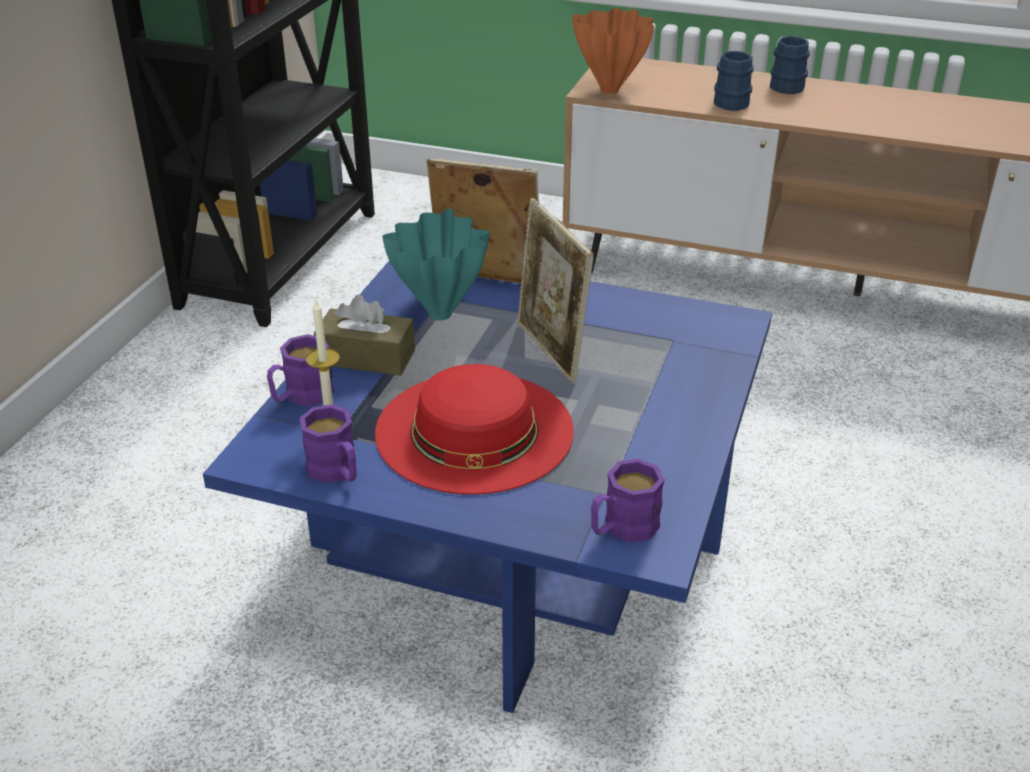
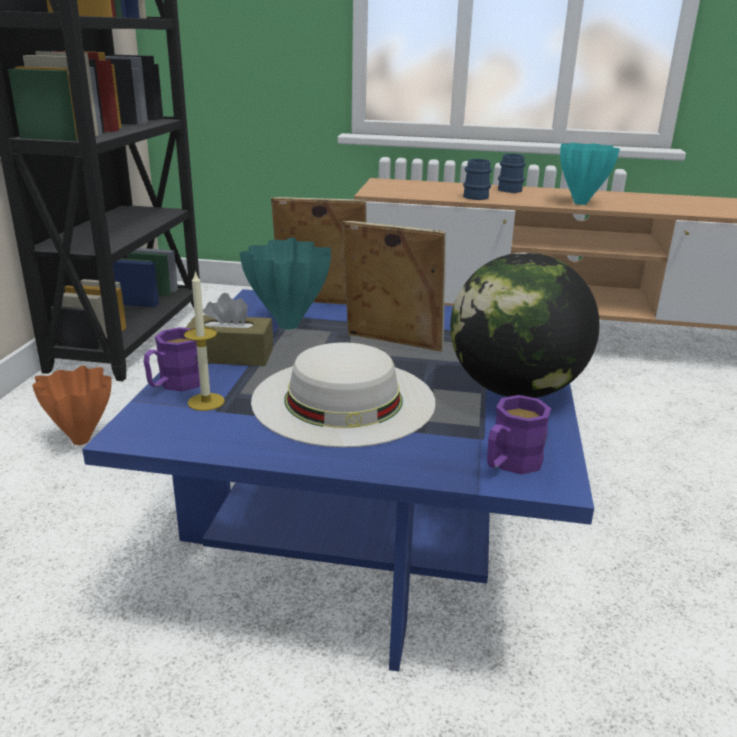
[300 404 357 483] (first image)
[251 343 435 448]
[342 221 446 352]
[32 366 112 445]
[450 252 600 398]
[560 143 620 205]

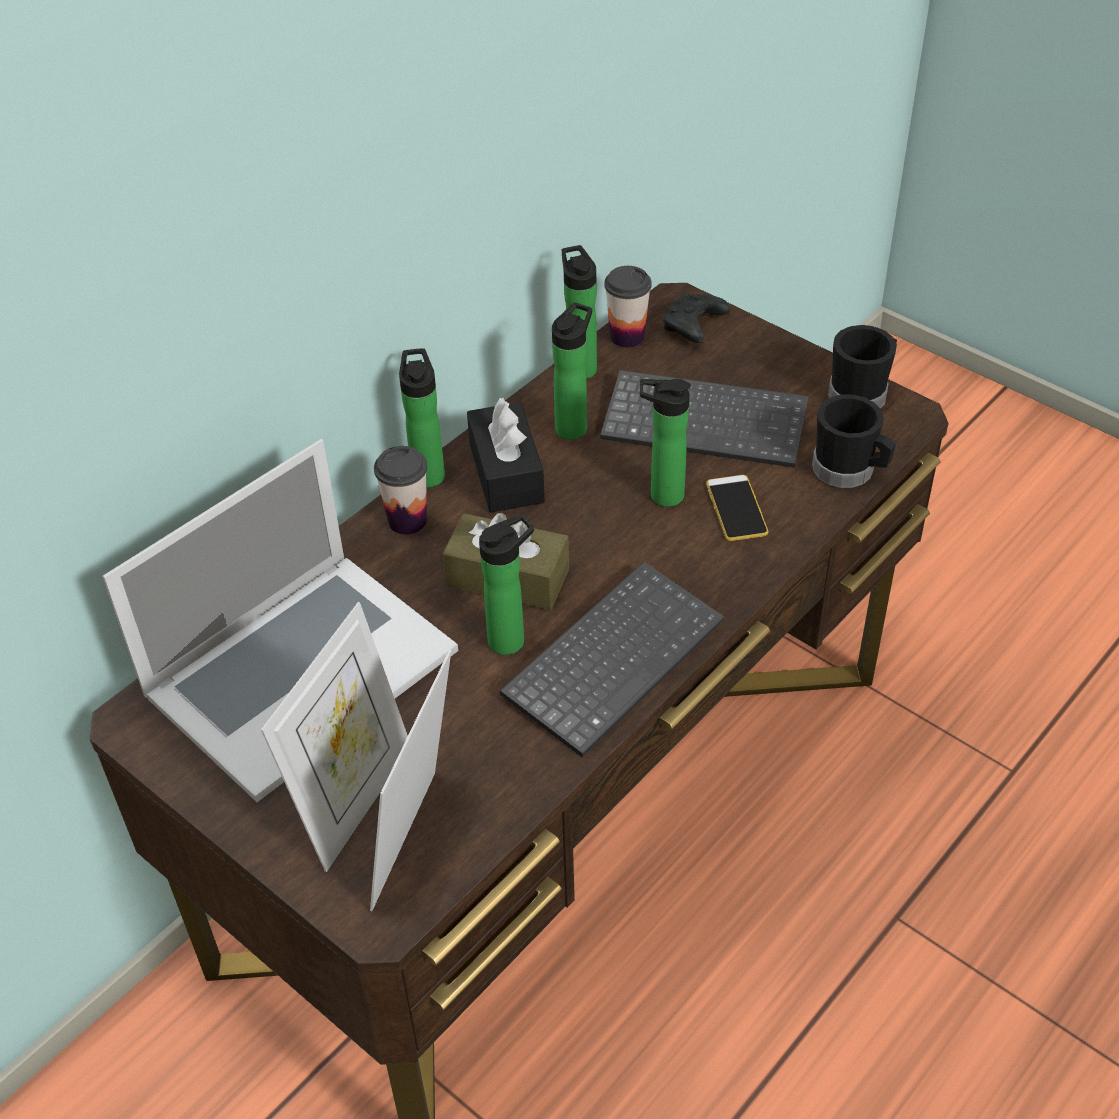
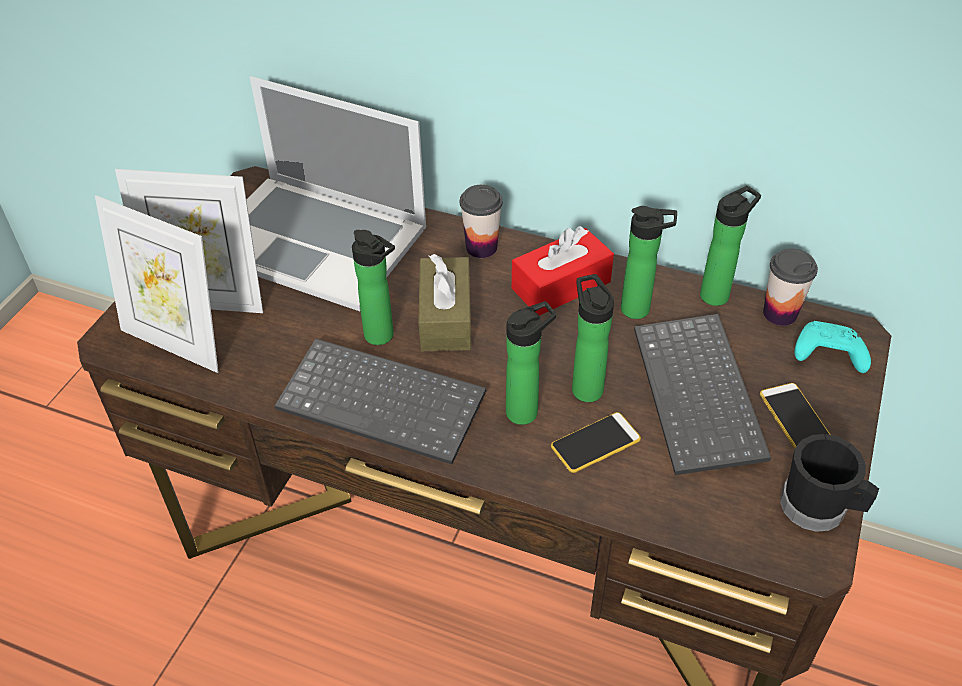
[95 195 218 373]
[506 301 556 425]
[512 226 614 316]
[795 321 871 373]
[812 394 896 488] (first image)
[760 383 830 449]

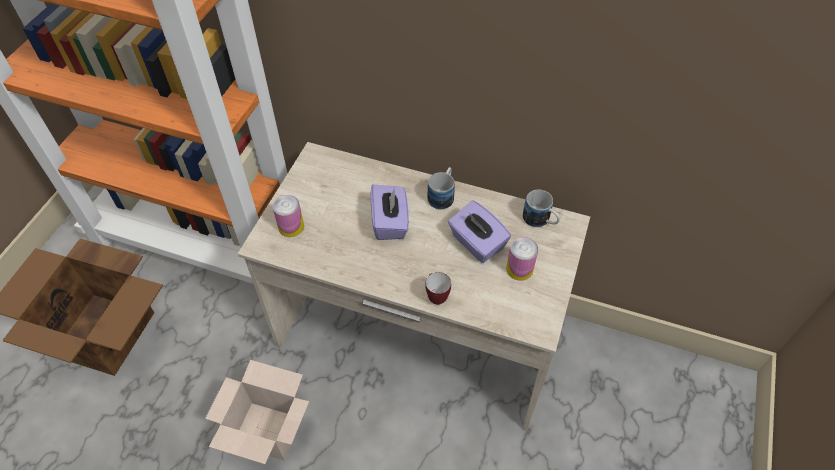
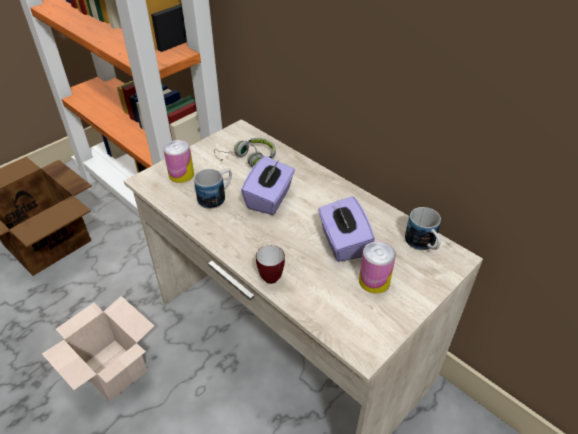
[194 169 232 209]
[214 138 276 167]

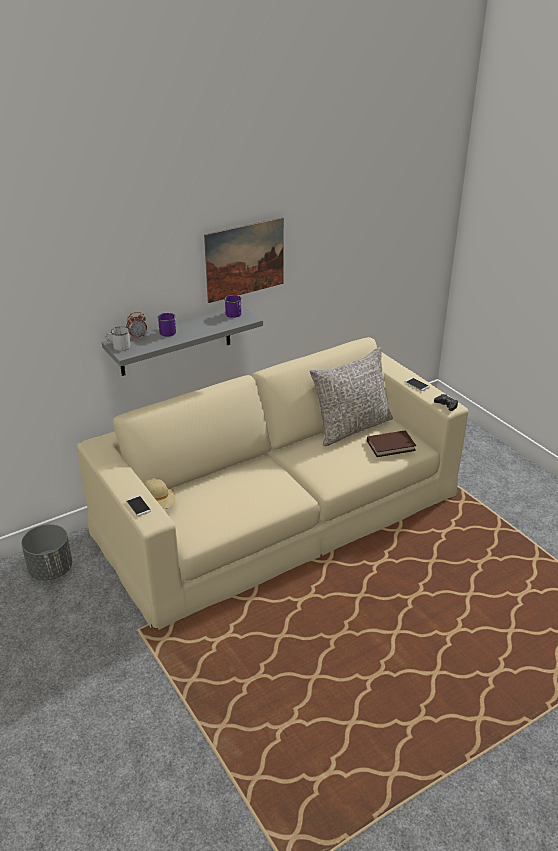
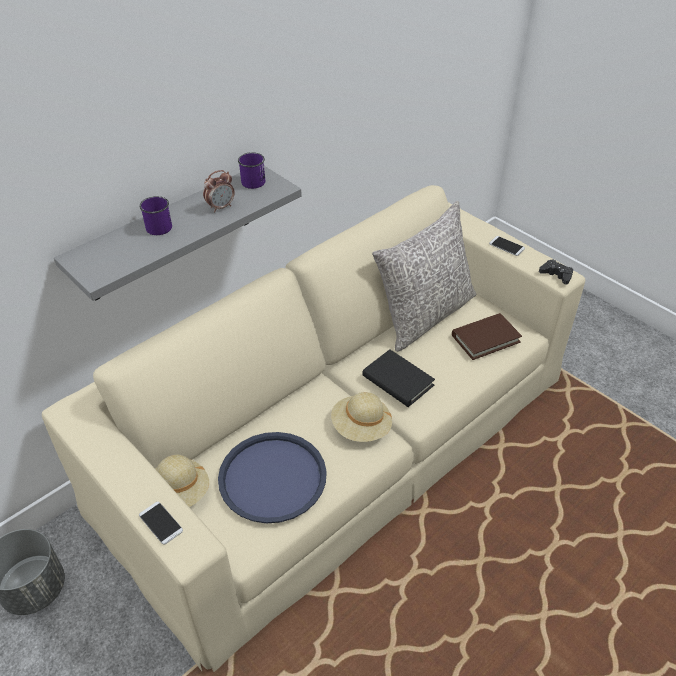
[106 326 131 351] (first image)
[203 170 235 212]
[204 217 284 303] (first image)
[218 432 327 523]
[331 392 392 442]
[362 349 435 407]

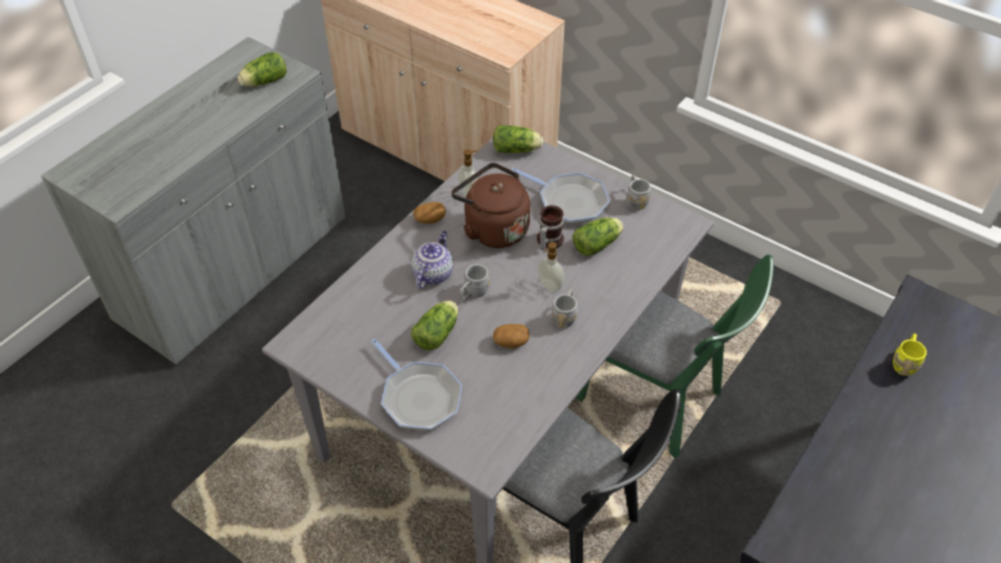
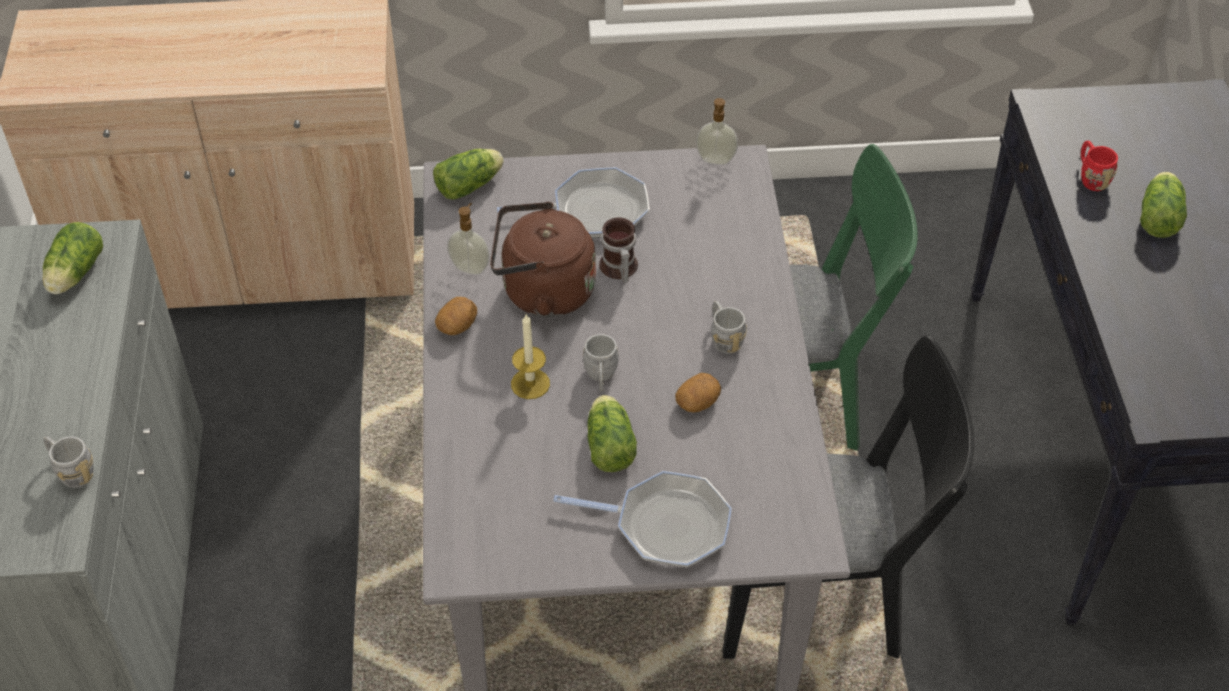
[511 314 550 399]
[696 98 738 165]
[1140 172 1187 238]
[43 436 94 488]
[1081 141 1118 191]

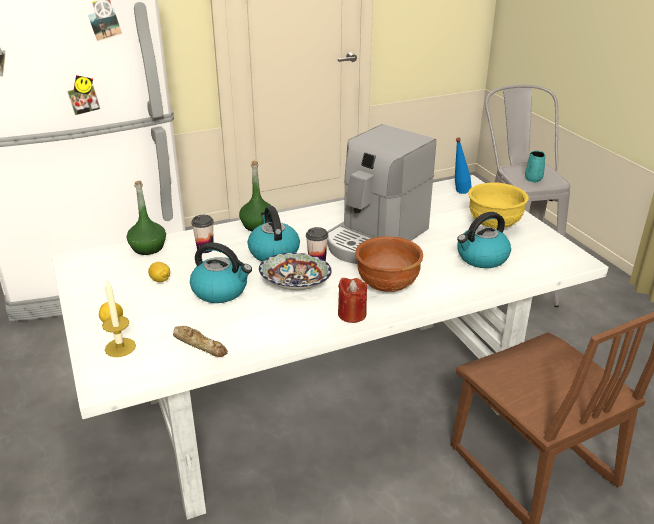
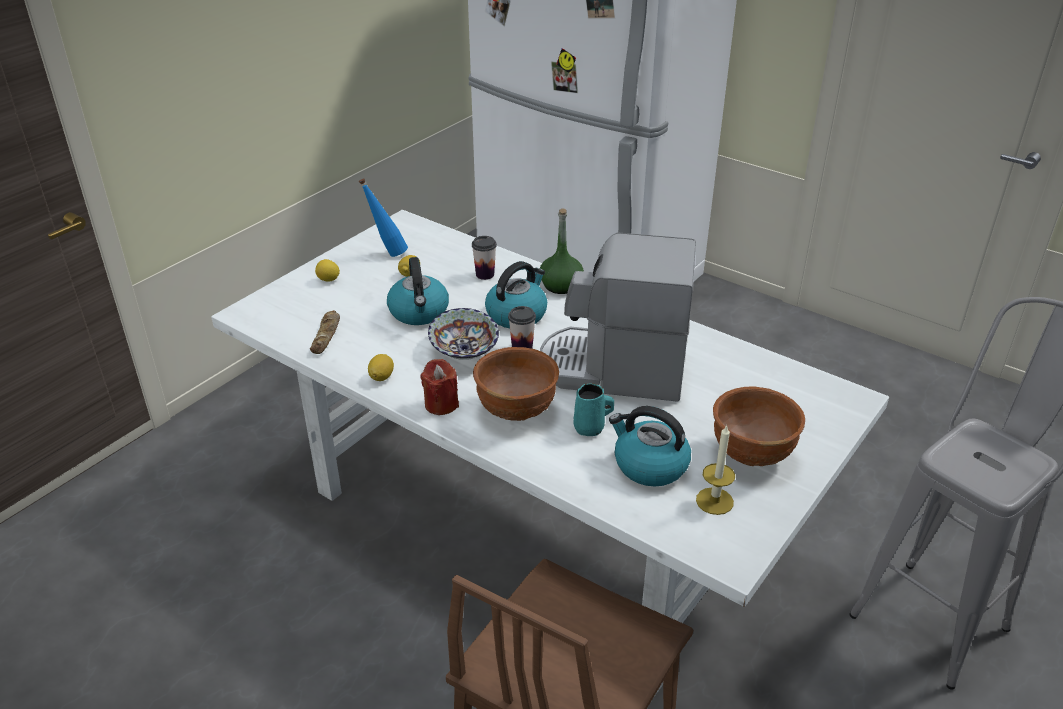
[696 424 735 515]
[127 181 166 255] (first image)
[359 178 408 257]
[713 387 805 466]
[574 383 614 436]
[368 354 394 381]

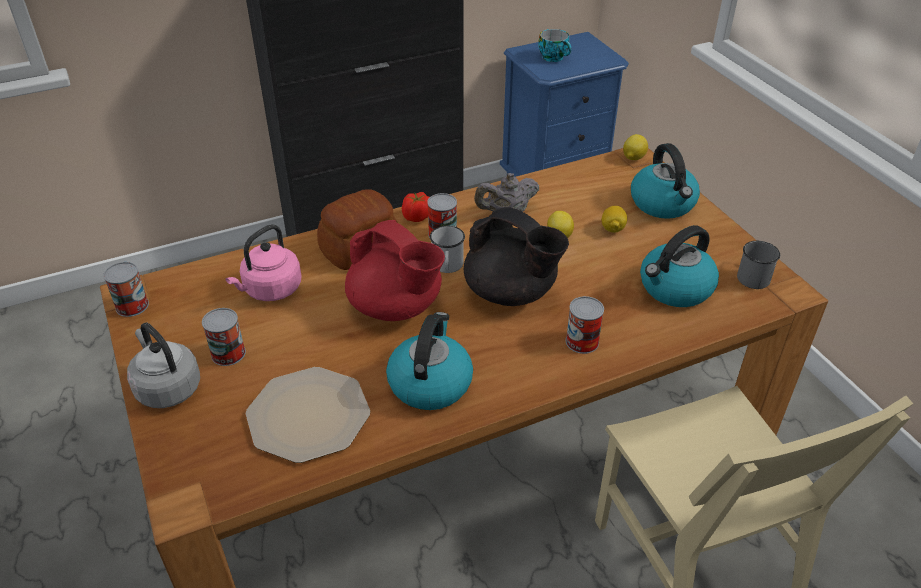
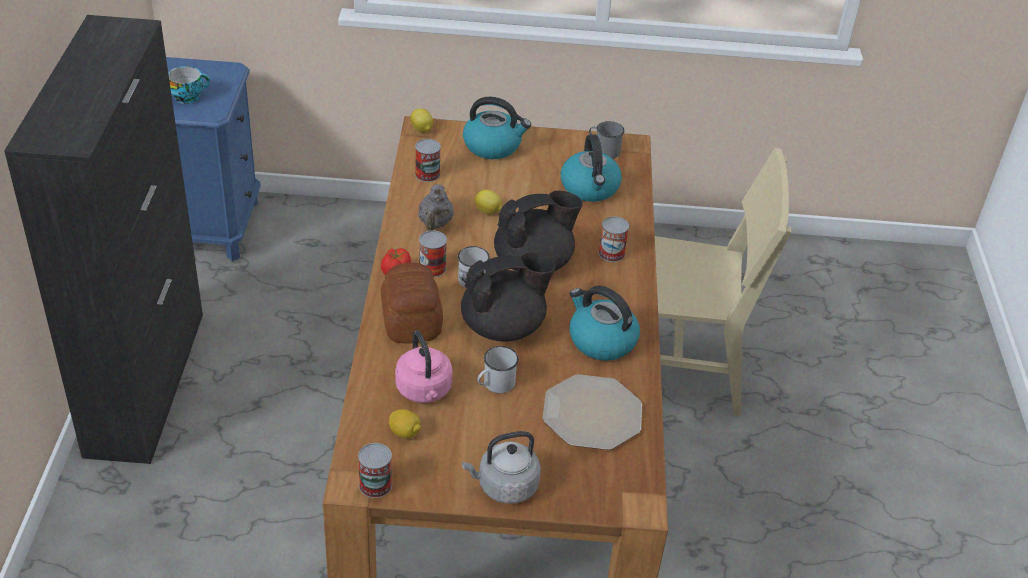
[415 139 441 182]
[461 252 556 342]
[389 409 421 439]
[477 346 519 393]

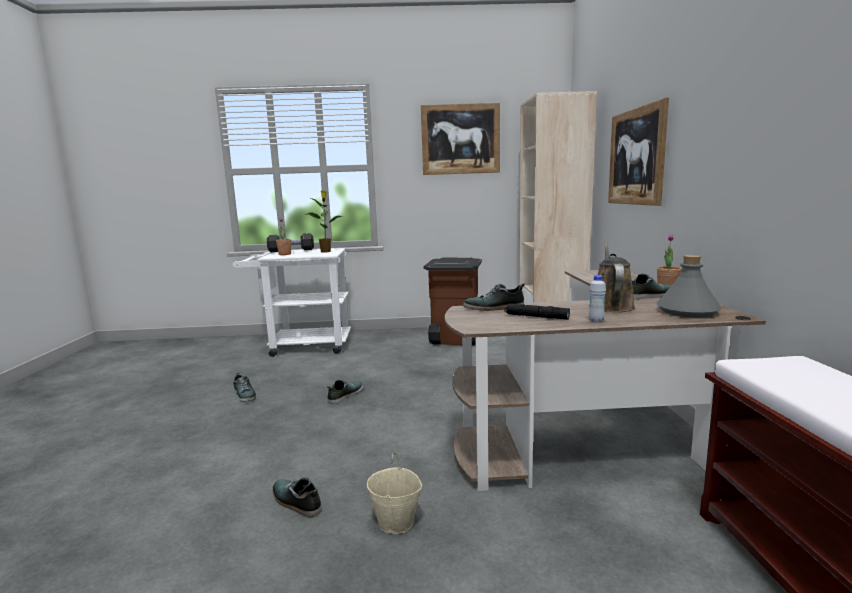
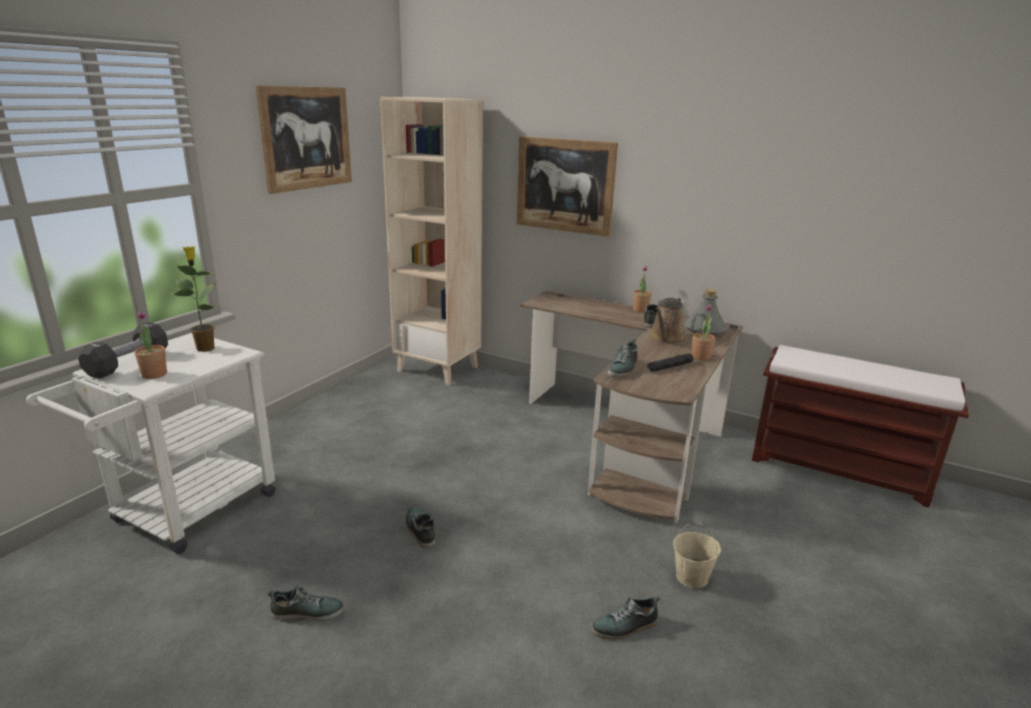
[424 257 482 345] (first image)
[649 297 686 344]
[692 304 715 360]

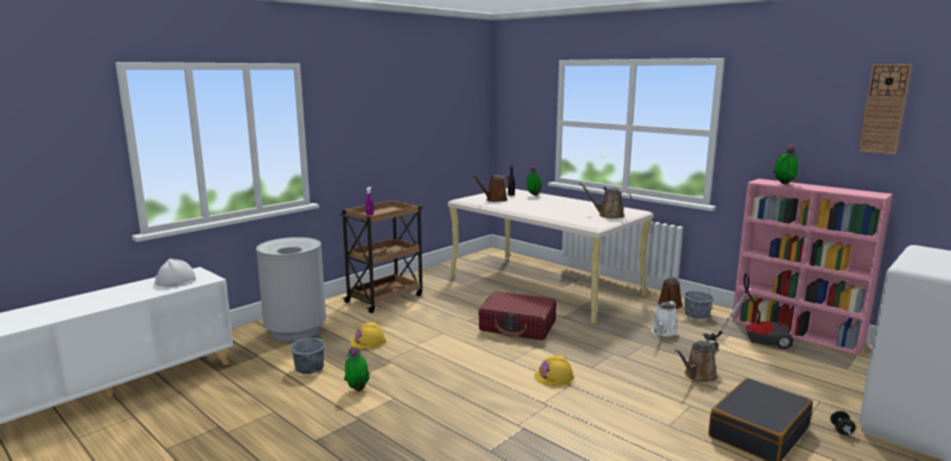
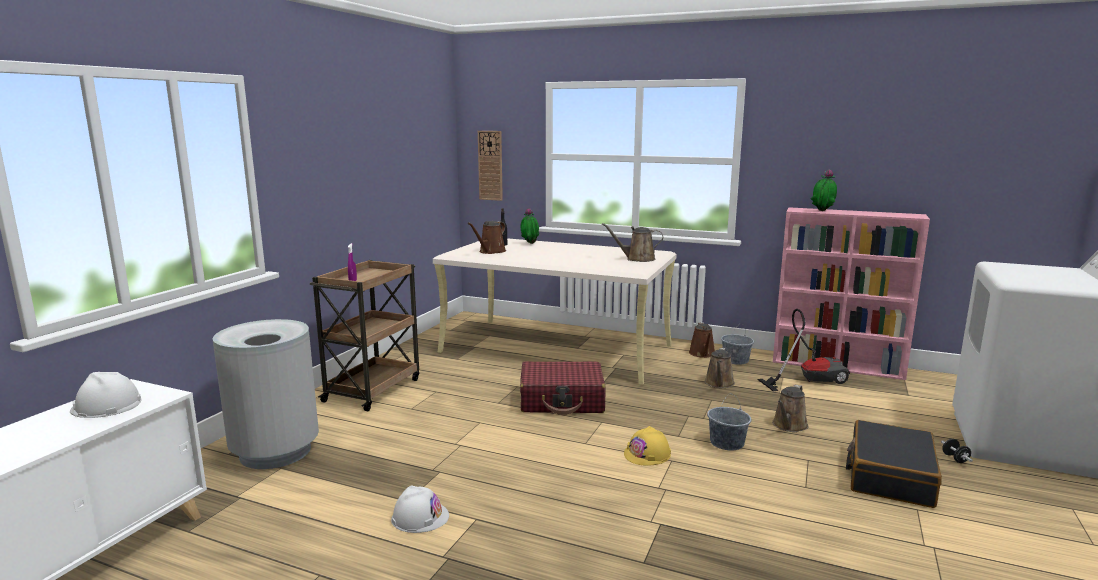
[707 394 751 451]
[391 485 449 533]
[350 322 386 349] (first image)
[705 348 735 388]
[478 131 503 201]

